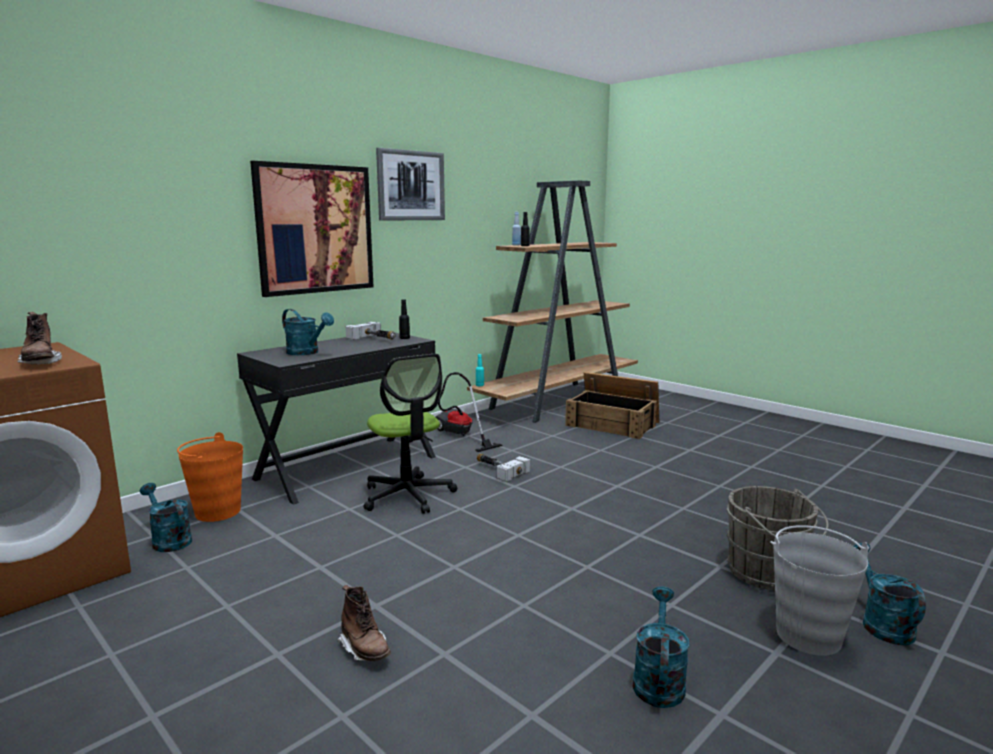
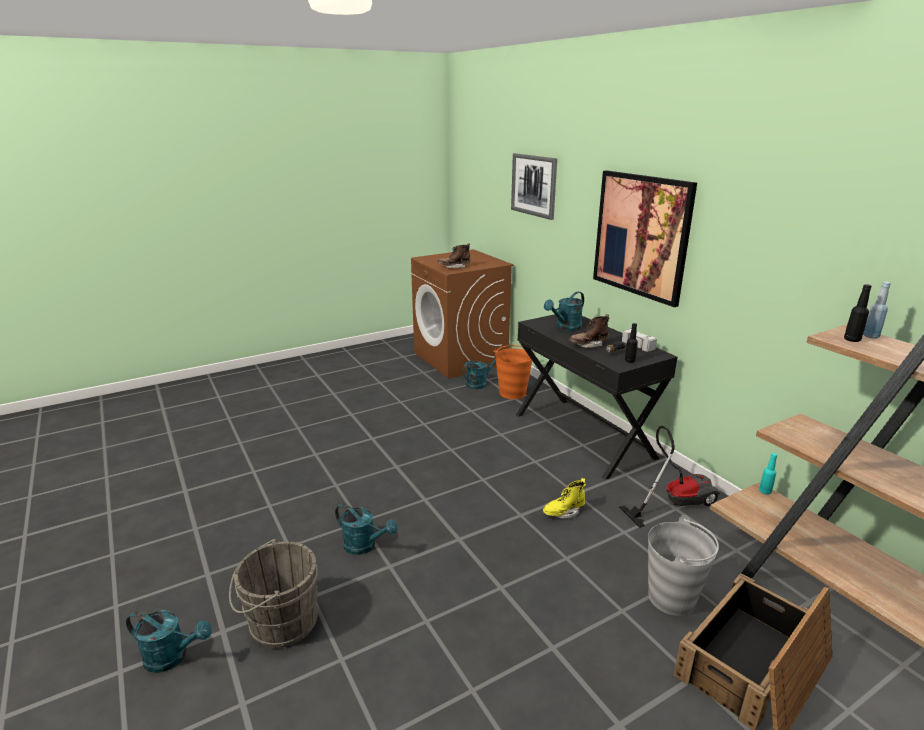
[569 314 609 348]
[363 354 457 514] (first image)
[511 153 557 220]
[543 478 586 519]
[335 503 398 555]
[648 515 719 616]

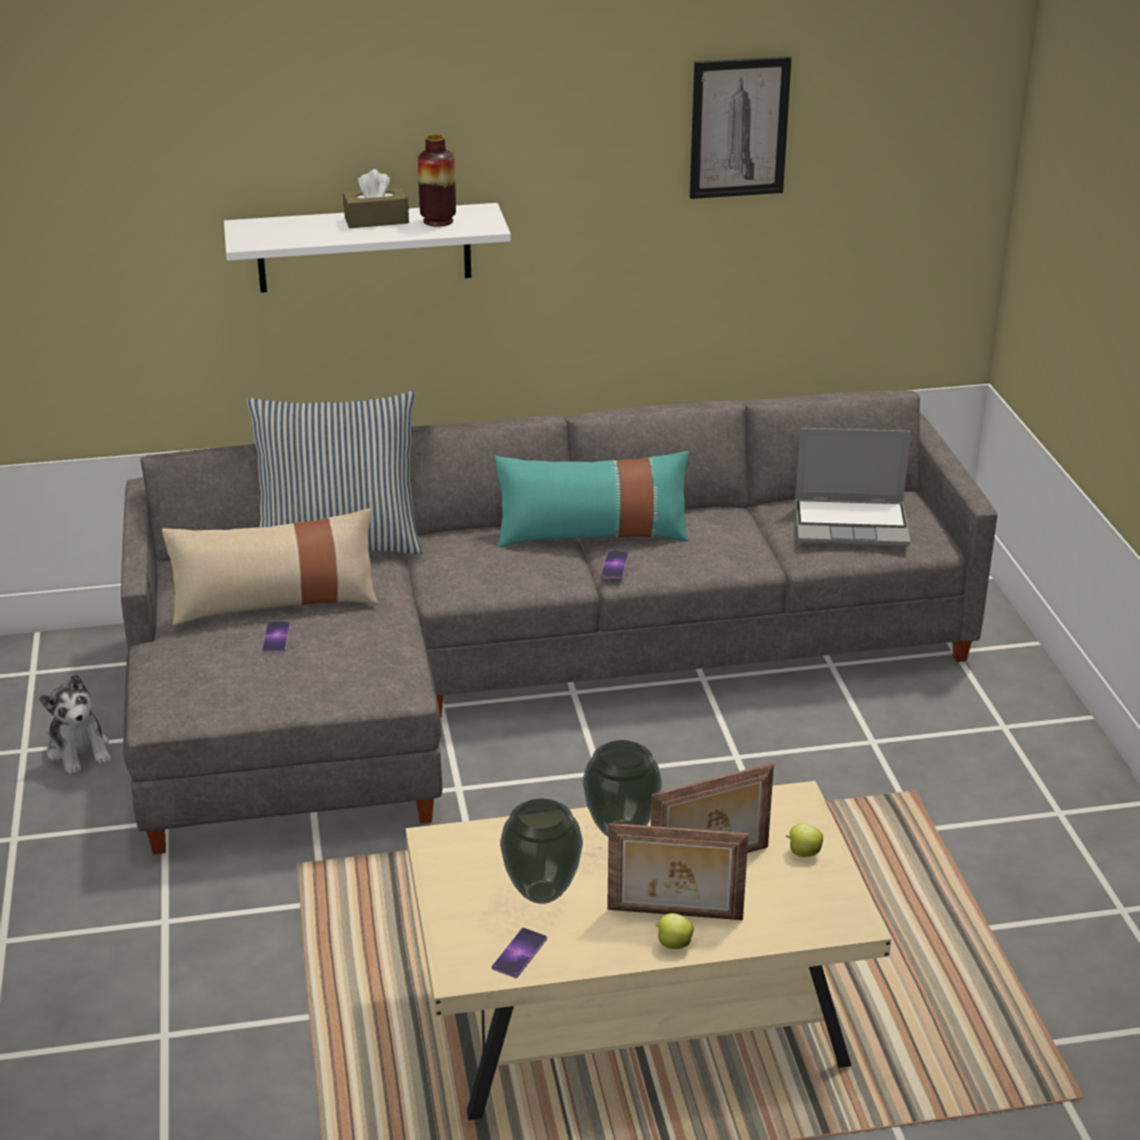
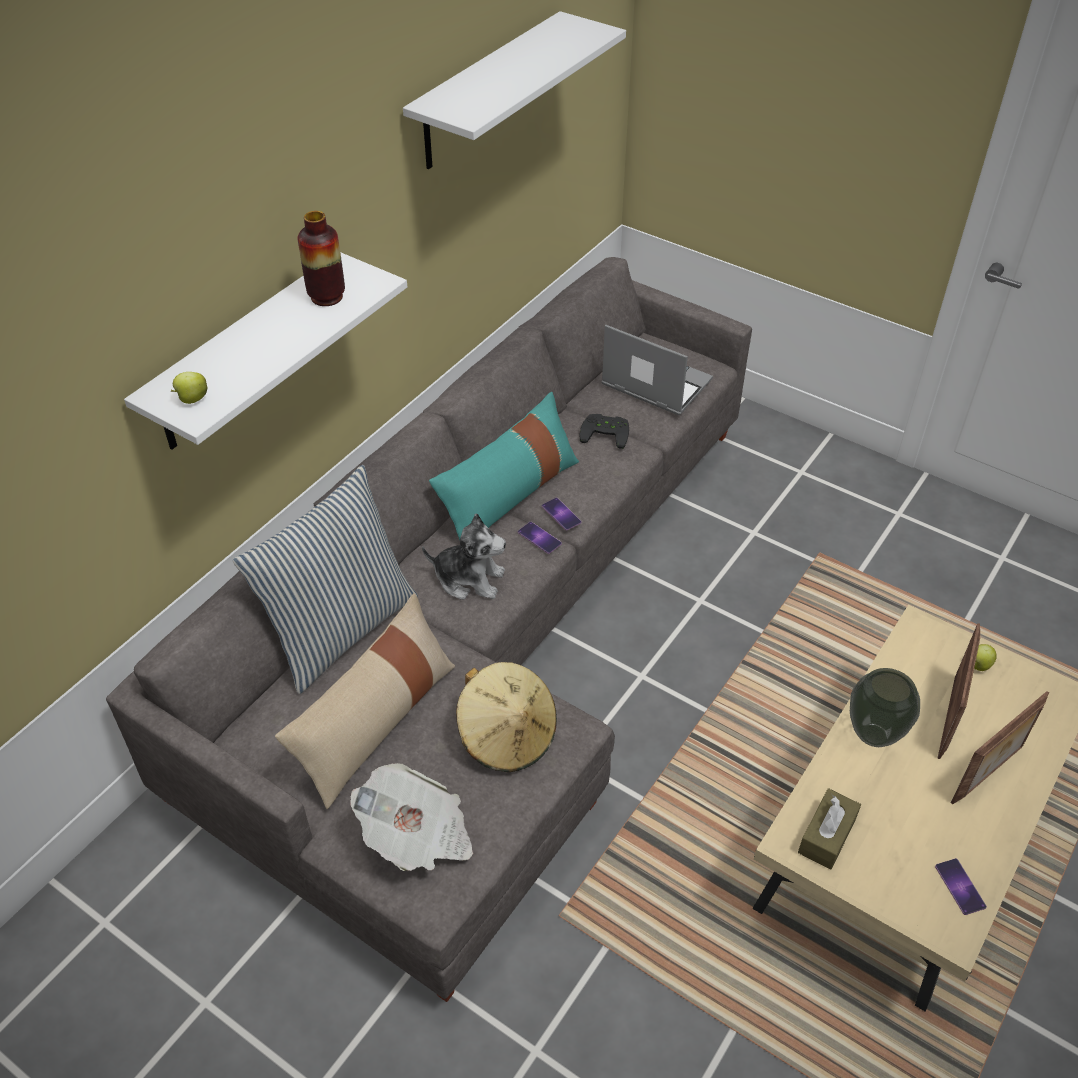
[422 514 506 600]
[518 522 562 554]
[798 788 861 870]
[500 799 583 904] (first image)
[171 372 207 404]
[403 11 626 169]
[601 324 713 415]
[350 763 473 872]
[456 662 557 772]
[579 414 629 449]

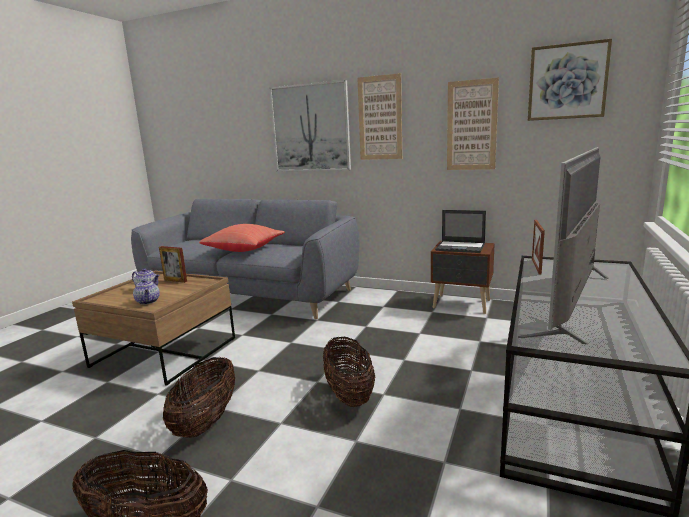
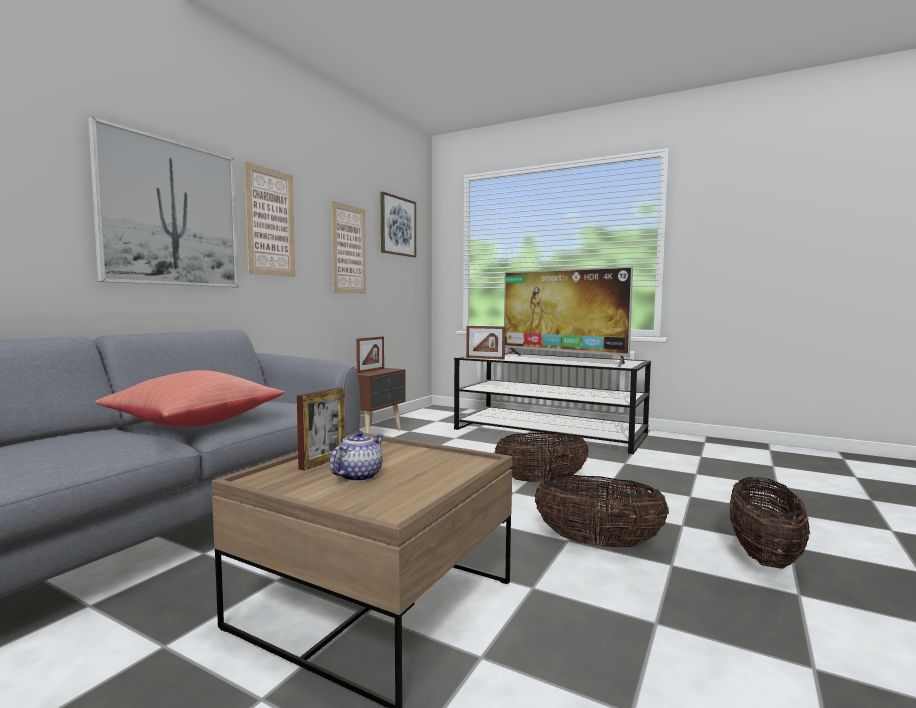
[133 279 160 305] (first image)
[356 336 384 373]

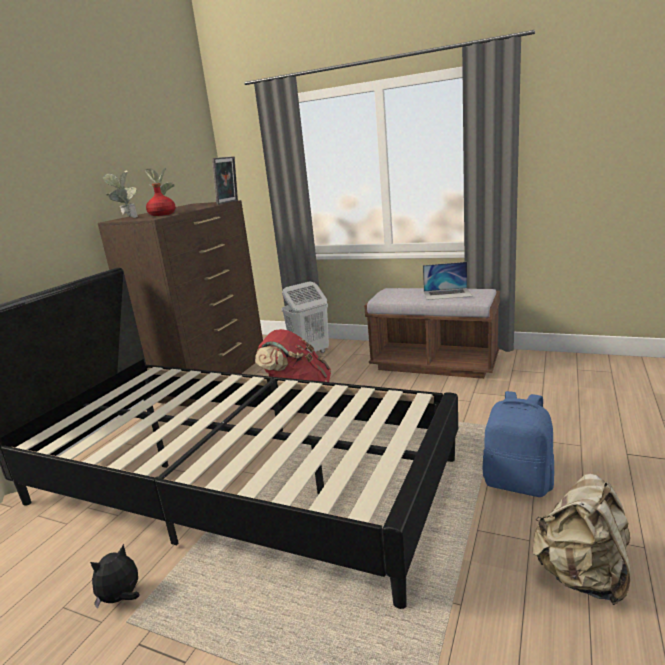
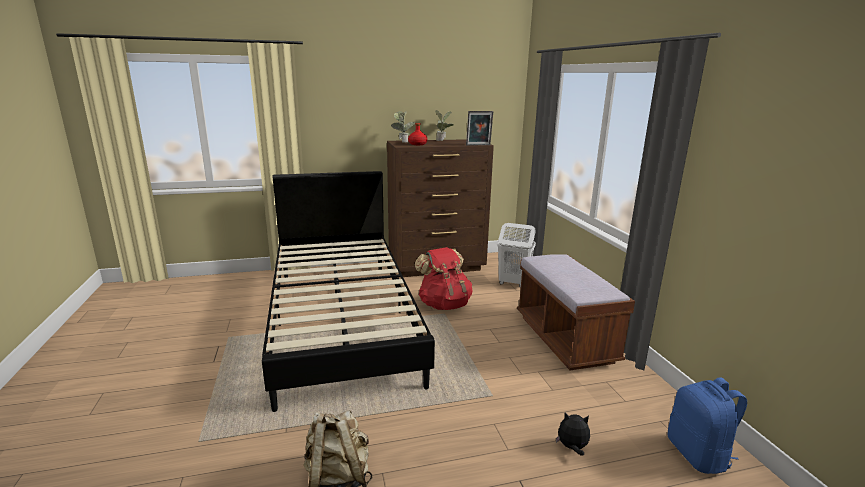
[556 413 590 455]
[423 262 473 300] (first image)
[668 377 747 474]

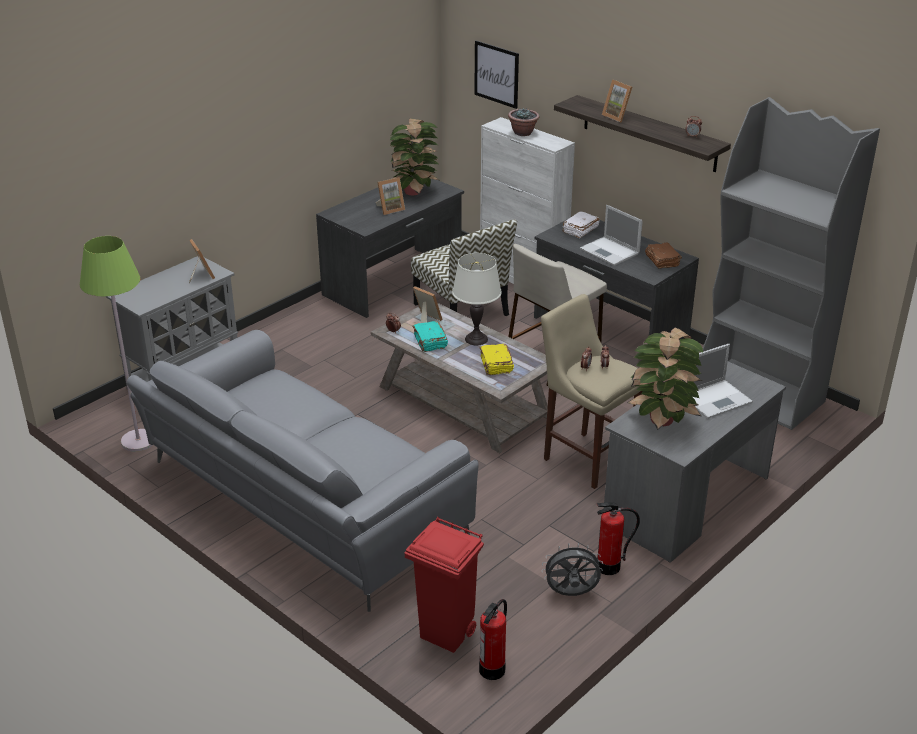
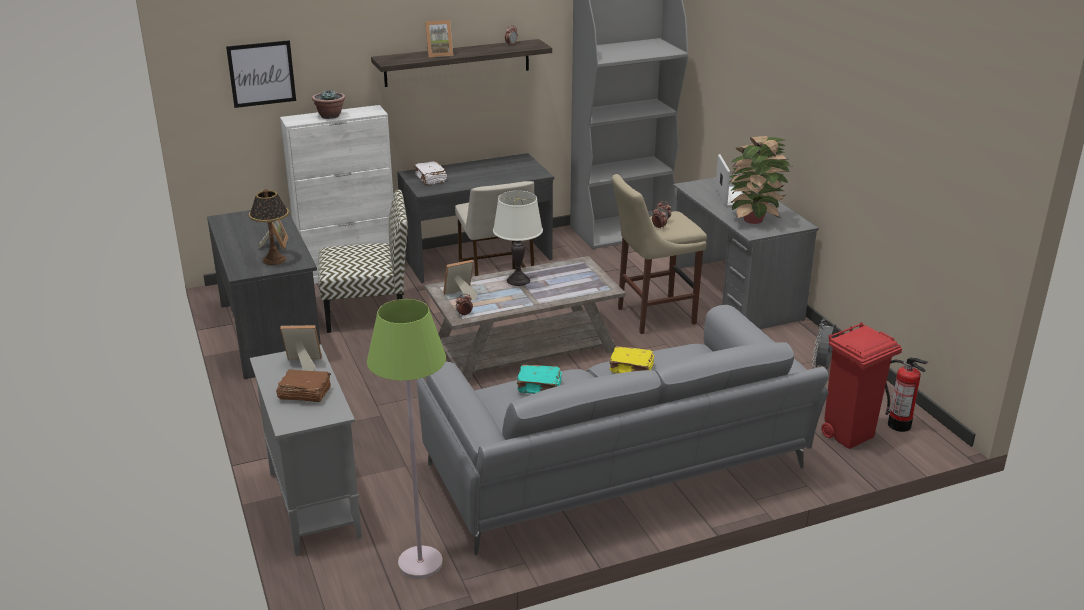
[390 118 439 195] (first image)
[517 365 562 394]
[609 346 654 373]
[580 205 643 266] (first image)
[597 502 640 575] (first image)
[276 369 331 402]
[249 189 289 265]

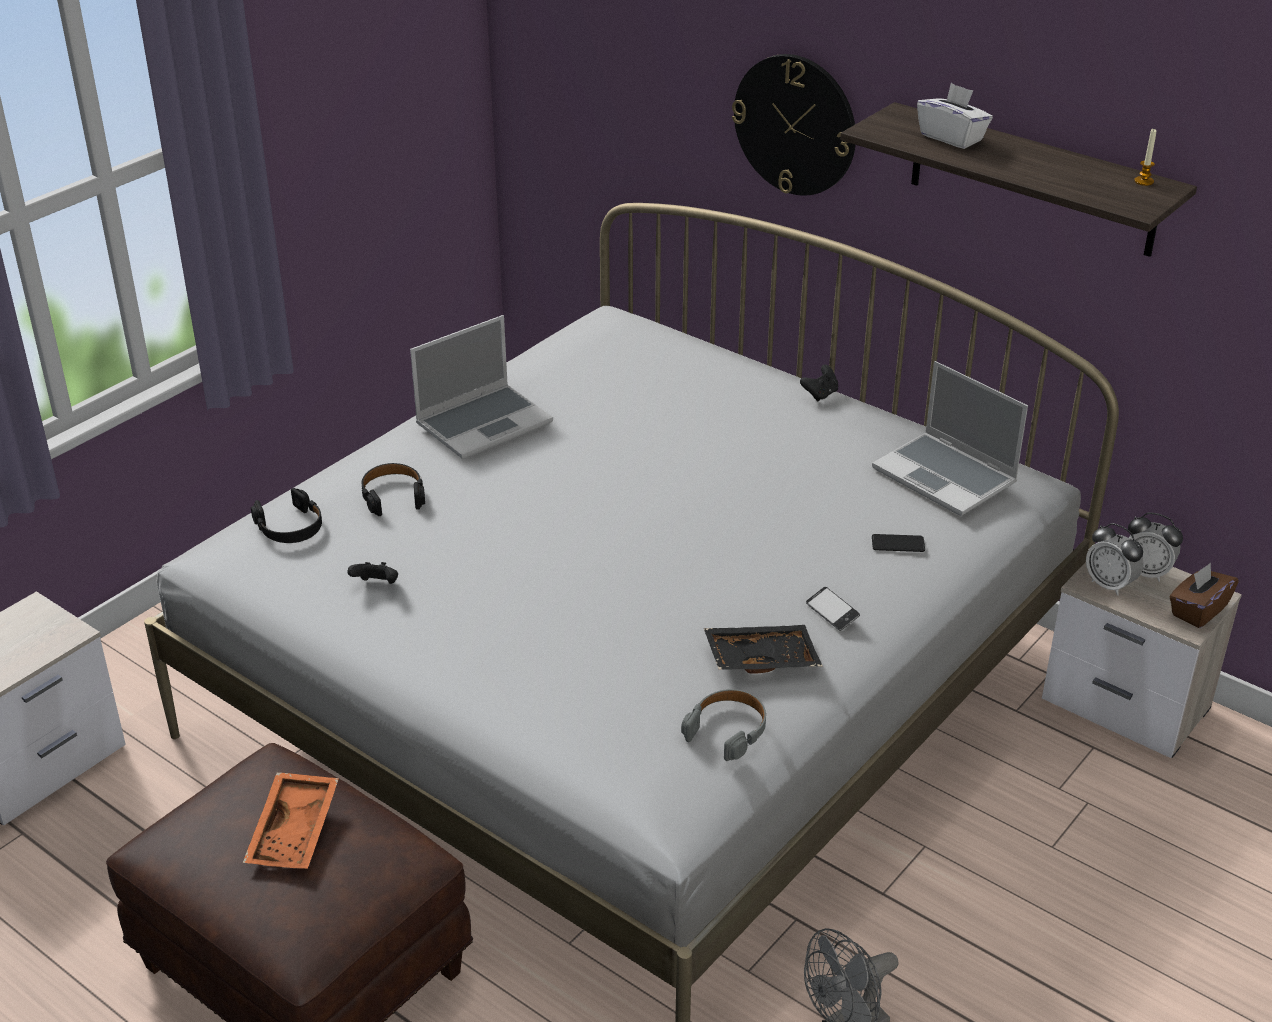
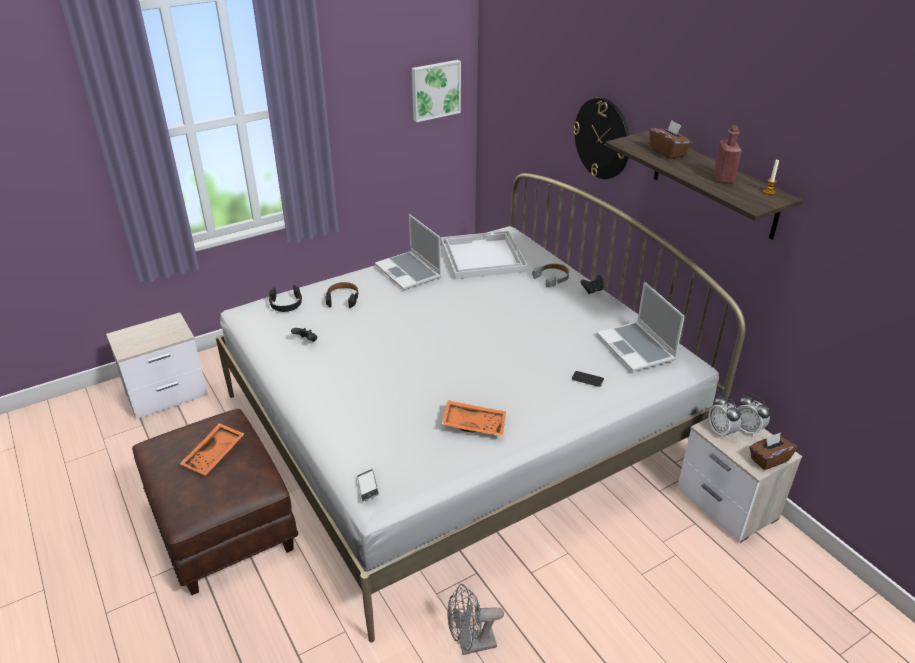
[375 214 441 290]
[532 263 569 288]
[442 400 506 436]
[357 469 379 501]
[650 120 692 159]
[412 60 461 122]
[441 231 528 279]
[713 125 742 184]

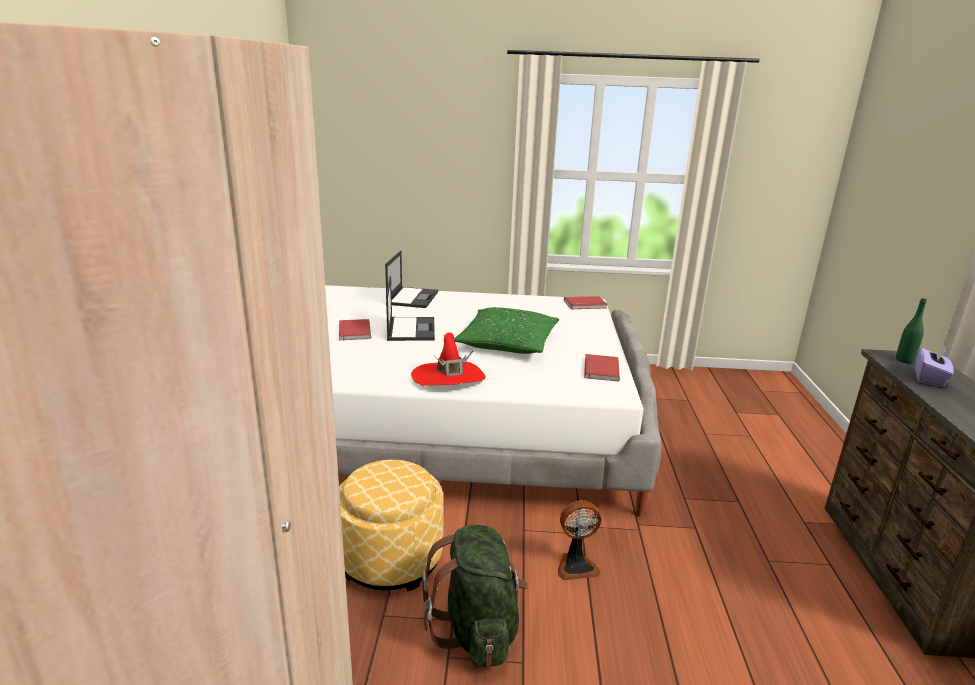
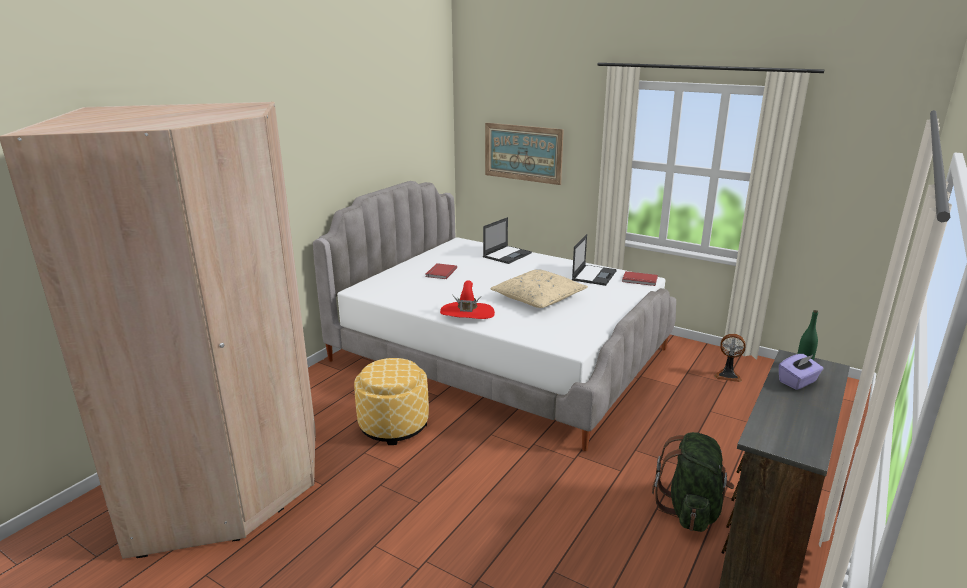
[572 234 617 286]
[652 432 734 532]
[490 269 588 308]
[714 334 745 382]
[584 354 620 382] (first image)
[485 123 564 185]

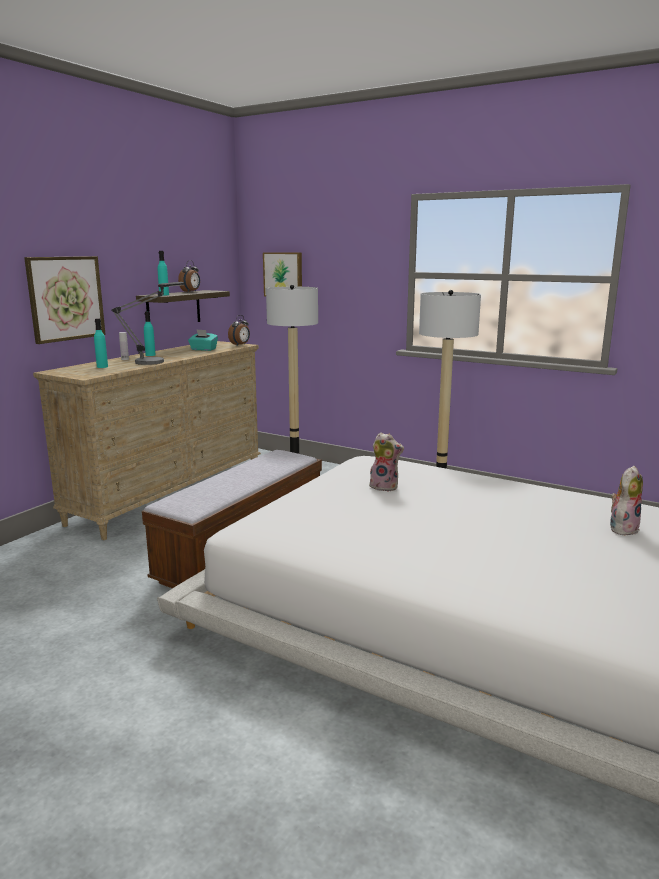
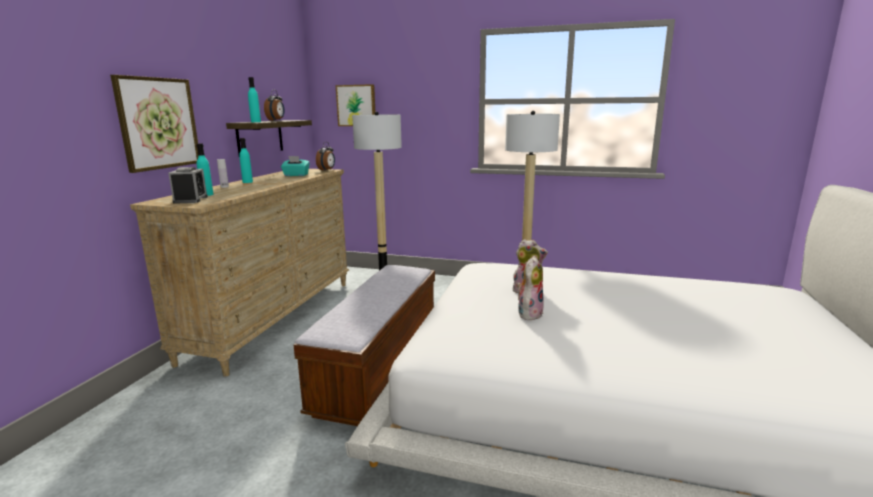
[111 282 185 365] (first image)
[517 256 543 320]
[168 167 208 204]

